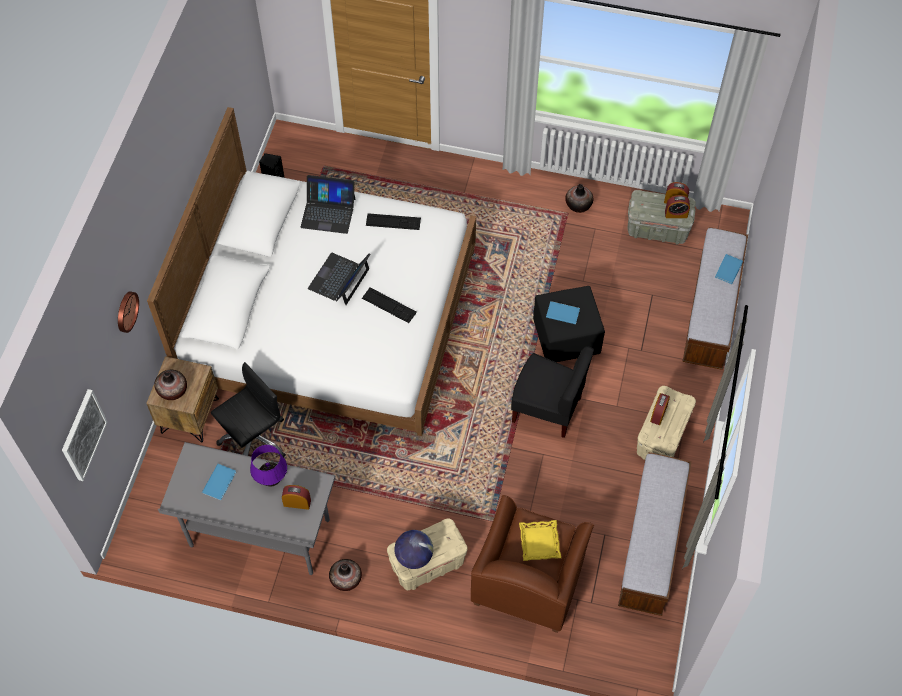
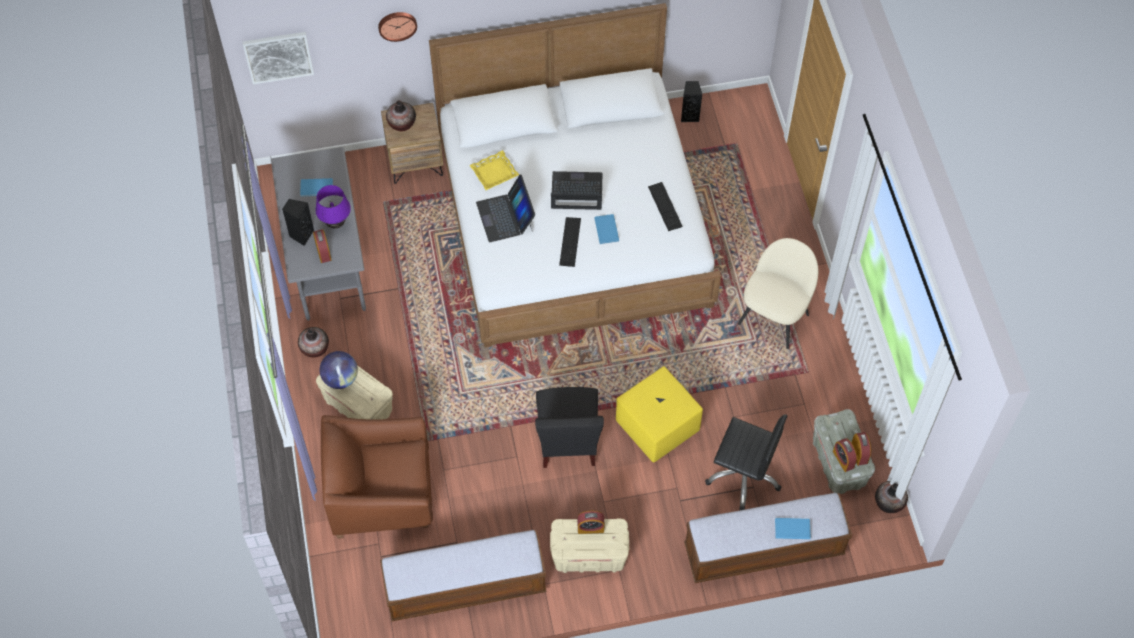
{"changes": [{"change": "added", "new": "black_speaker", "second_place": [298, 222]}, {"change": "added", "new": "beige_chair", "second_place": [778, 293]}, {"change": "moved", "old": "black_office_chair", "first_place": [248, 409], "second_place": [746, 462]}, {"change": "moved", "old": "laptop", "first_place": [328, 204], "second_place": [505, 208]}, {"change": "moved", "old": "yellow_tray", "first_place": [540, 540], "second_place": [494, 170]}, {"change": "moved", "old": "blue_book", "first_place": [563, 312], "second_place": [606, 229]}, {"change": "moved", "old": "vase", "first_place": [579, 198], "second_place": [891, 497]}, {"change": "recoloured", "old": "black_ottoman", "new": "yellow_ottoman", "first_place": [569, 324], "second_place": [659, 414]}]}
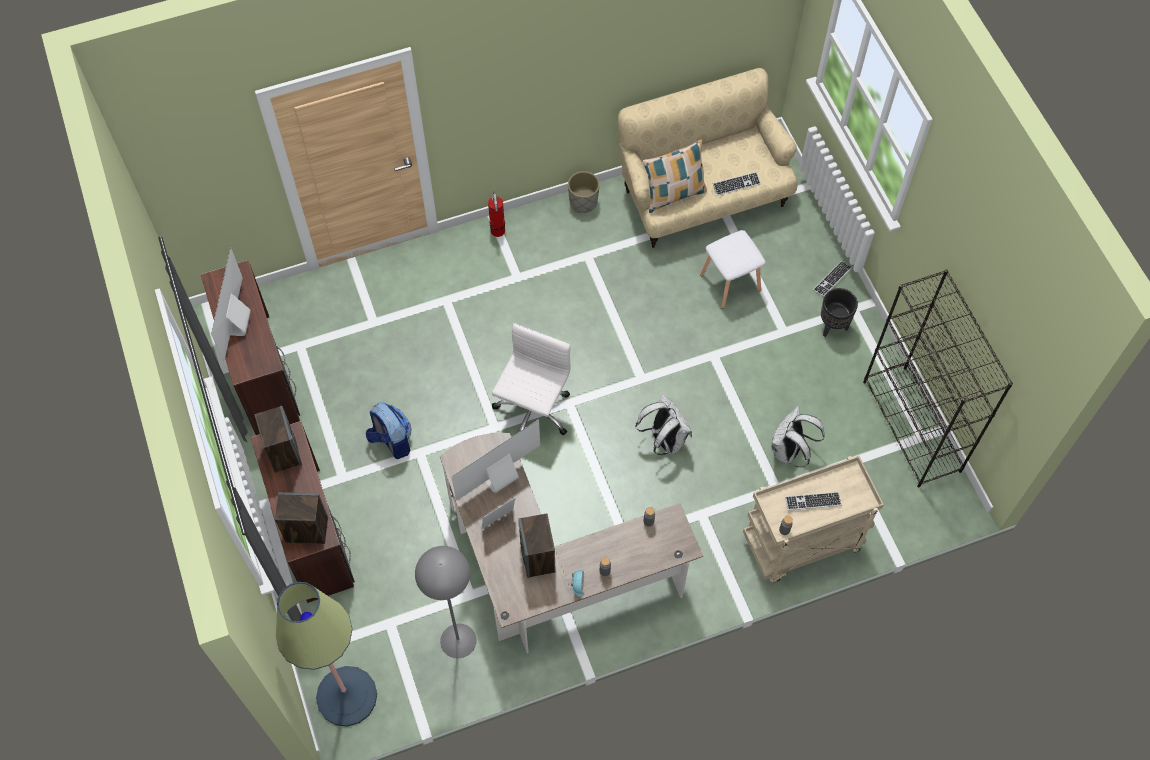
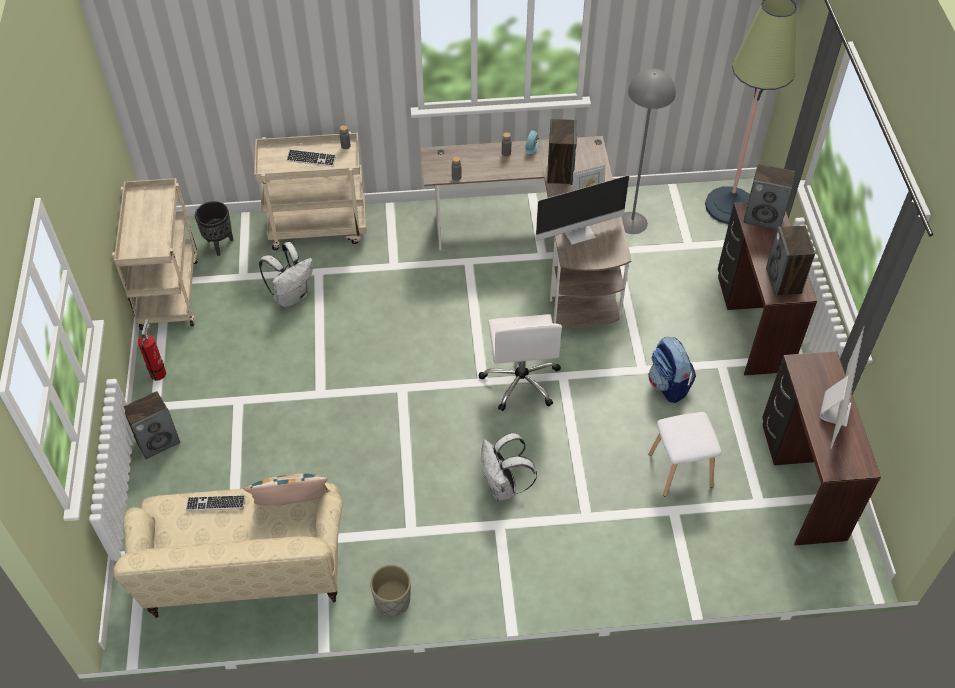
{"changes": [{"change": "moved", "old": "fire_extinguisher", "first_place": [496, 214], "second_place": [152, 350]}, {"change": "moved", "old": "white_backpack", "first_place": [663, 424], "second_place": [509, 467]}, {"change": "moved", "old": "white_stool", "first_place": [733, 269], "second_place": [685, 454]}, {"change": "moved", "old": "black_planter", "first_place": [839, 312], "second_place": [214, 228]}, {"change": "replaced", "old": "keyboard", "new": "speaker", "first_place": [832, 279], "second_place": [152, 425]}, {"change": "replaced", "old": "black_bookcase", "new": "beige_cart", "first_place": [938, 378], "second_place": [155, 254]}, {"change": "turned", "old": "white_office_chair", "first_place": [531, 379], "second_place": [520, 362], "degrees": -45}]}
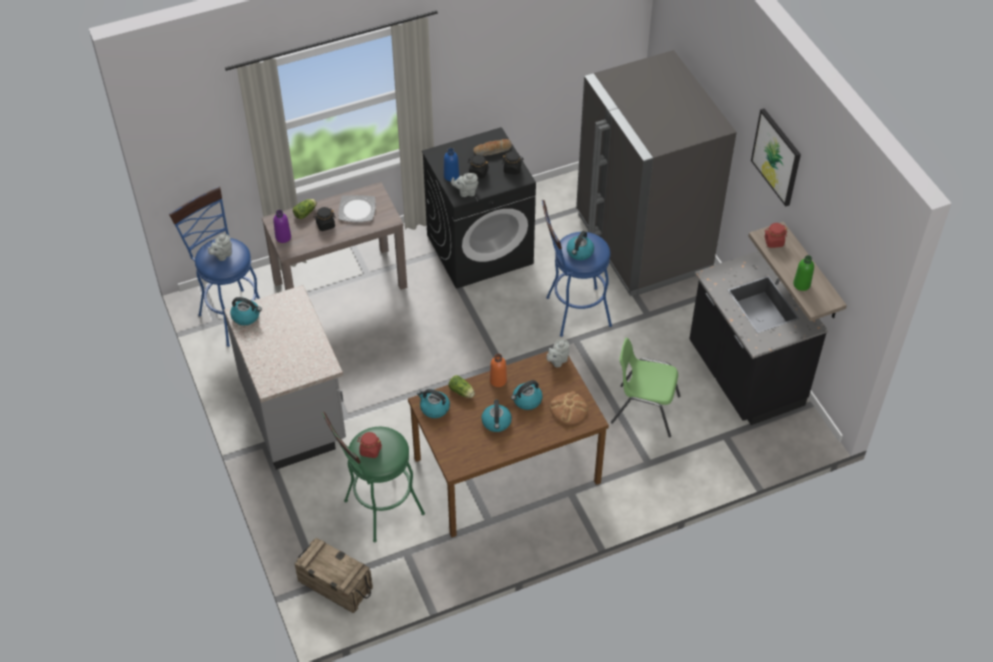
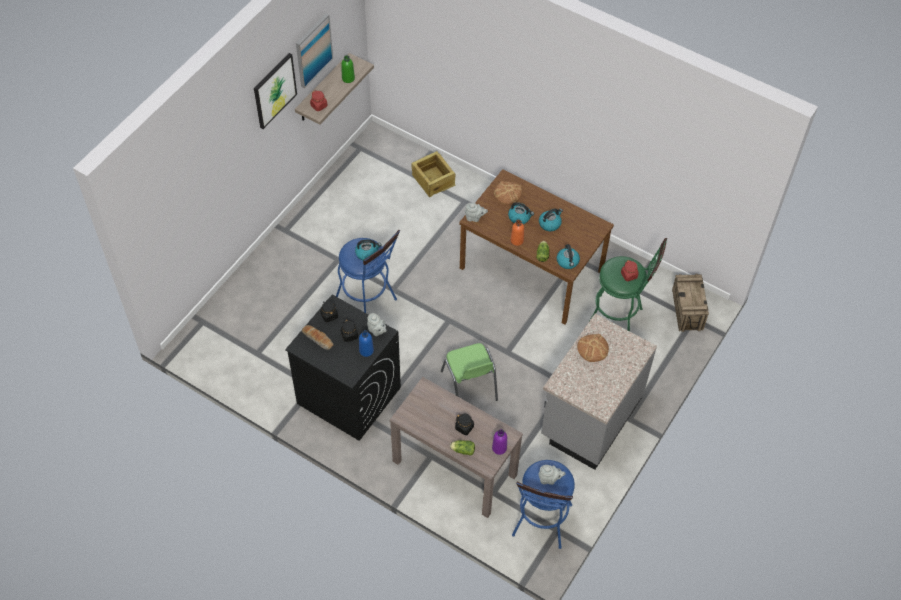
{"changes": [{"change": "removed", "old": "kettle", "first_place": [246, 311]}, {"change": "removed", "old": "plate", "first_place": [357, 208]}, {"change": "removed", "old": "grey_fridge", "first_place": [656, 173]}, {"change": "removed", "old": "black_counter", "first_place": [758, 338]}, {"change": "added", "new": "picture", "second_place": [314, 51]}, {"change": "added", "new": "crate", "second_place": [433, 174]}, {"change": "added", "new": "bread", "second_place": [593, 348]}, {"change": "moved", "old": "green_chair", "first_place": [646, 388], "second_place": [469, 372]}]}
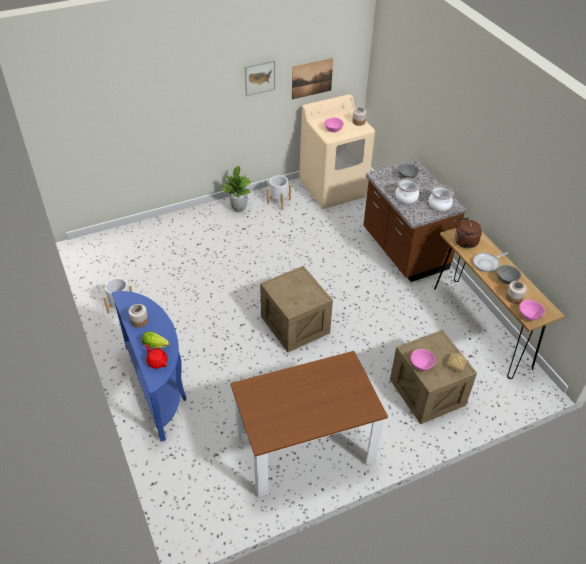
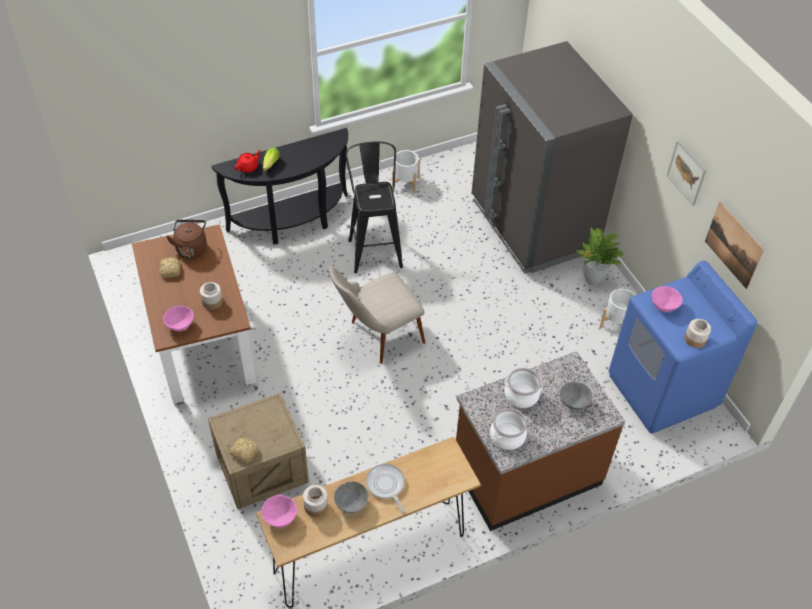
{"changes": [{"change": "added", "new": "bread", "second_place": [169, 267]}, {"change": "added", "new": "black_stool", "second_place": [374, 207]}, {"change": "added", "new": "grey_fridge", "second_place": [552, 157]}, {"change": "moved", "old": "jar", "first_place": [138, 316], "second_place": [211, 296]}, {"change": "moved", "old": "pink_bowl", "first_place": [423, 360], "second_place": [178, 318]}, {"change": "moved", "old": "brown_kettle", "first_place": [468, 233], "second_place": [186, 239]}, {"change": "replaced", "old": "crate", "new": "beige_chair", "first_place": [296, 309], "second_place": [377, 314]}, {"change": "recoloured", "old": "blue_console_table", "new": "black_console_table", "first_place": [148, 366], "second_place": [279, 186]}, {"change": "recoloured", "old": "beige_washing_machine", "new": "blue_washing_machine", "first_place": [337, 151], "second_place": [683, 347]}]}
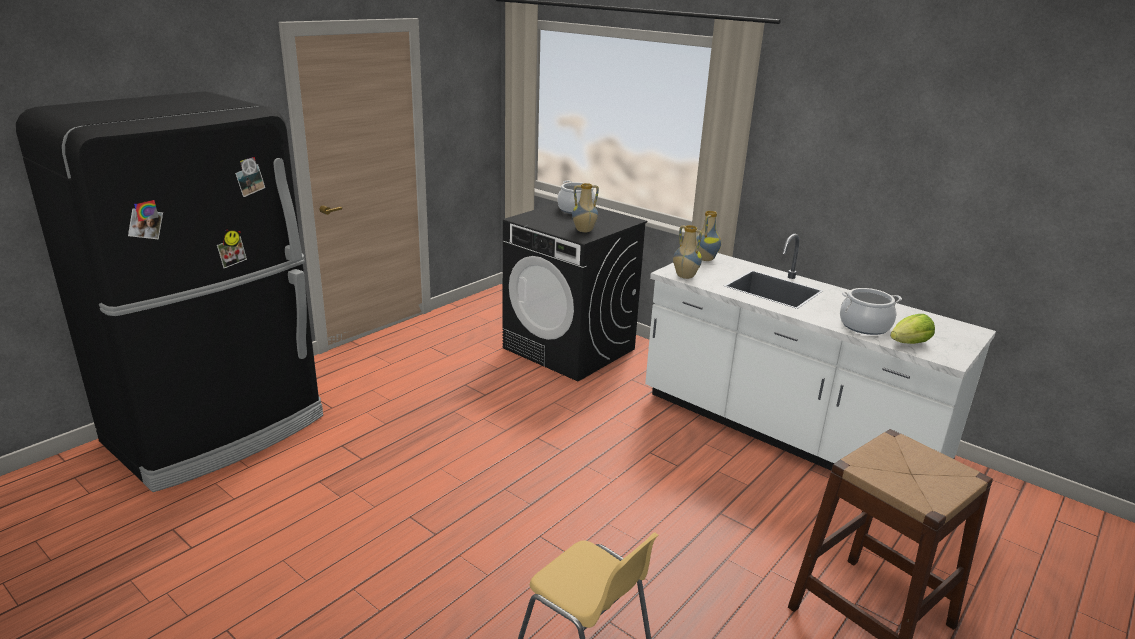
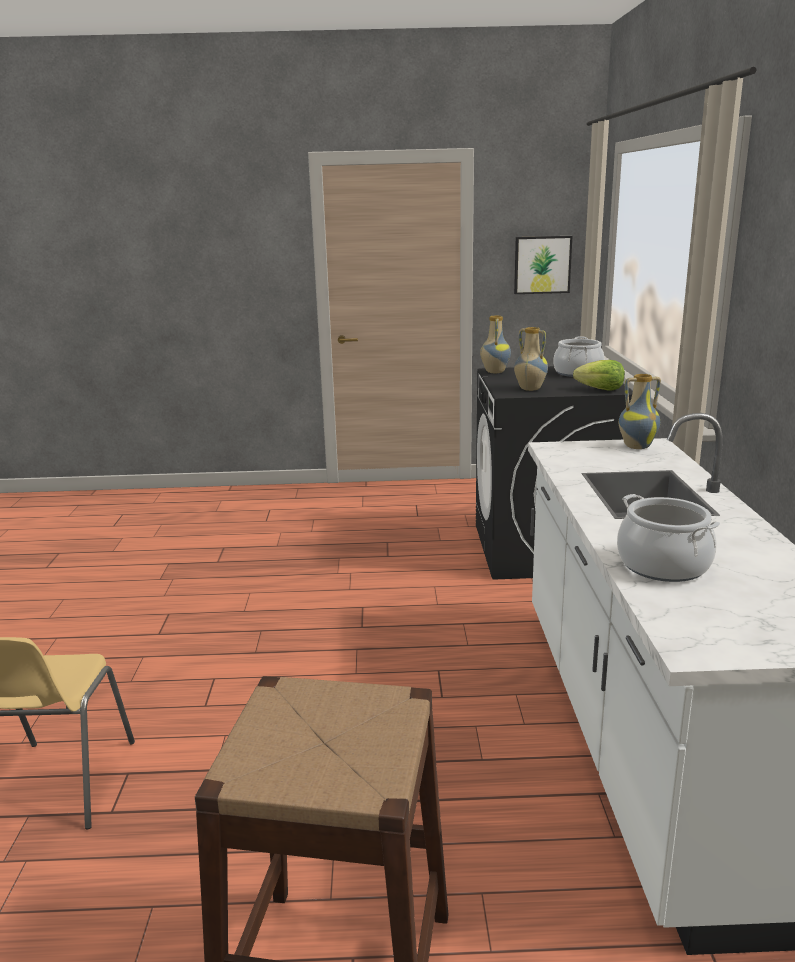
{"changes": [{"change": "removed", "old": "black_fridge", "first_place": [169, 291]}, {"change": "added", "new": "picture", "second_place": [543, 265]}, {"change": "moved", "old": "vase", "first_place": [687, 252], "second_place": [495, 344]}, {"change": "moved", "old": "lettuce", "first_place": [912, 329], "second_place": [599, 375]}]}
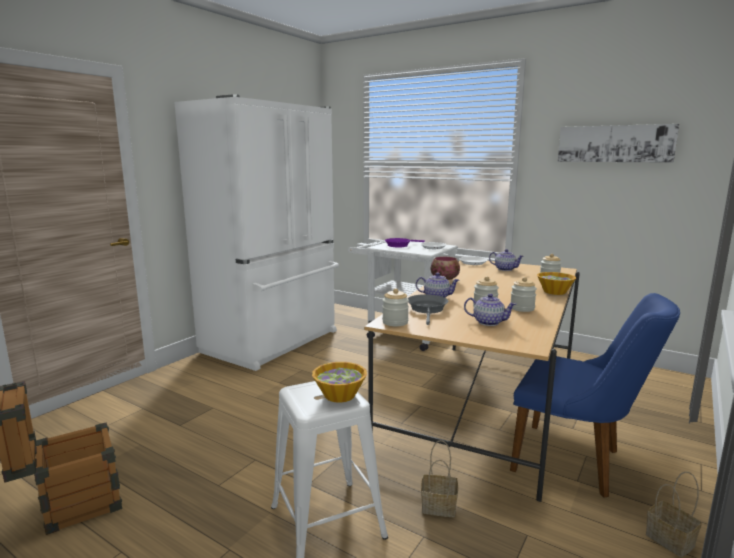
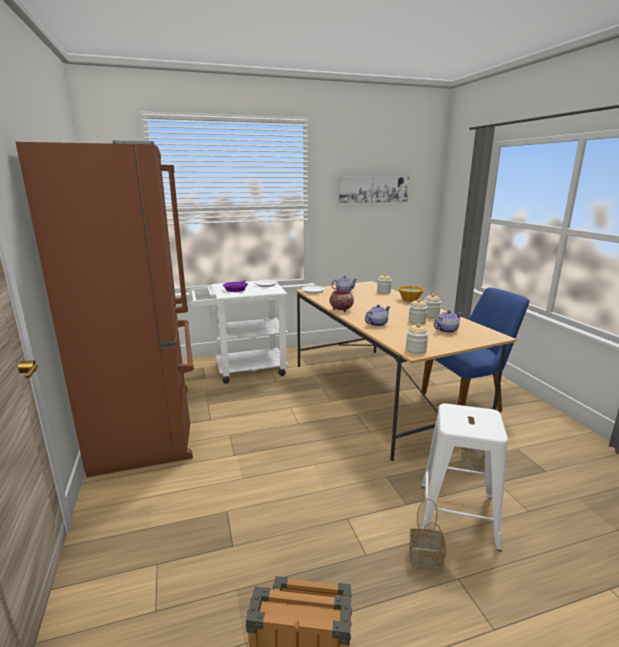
{"changes": [{"change": "removed", "old": "bowl", "first_place": [339, 382]}, {"change": "removed", "old": "grey_frying_pan", "first_place": [428, 309]}, {"change": "moved", "old": "basket", "first_place": [674, 514], "second_place": [427, 534]}, {"change": "recoloured", "old": "white_fridge", "new": "brown_fridge", "first_place": [256, 232], "second_place": [105, 309]}]}
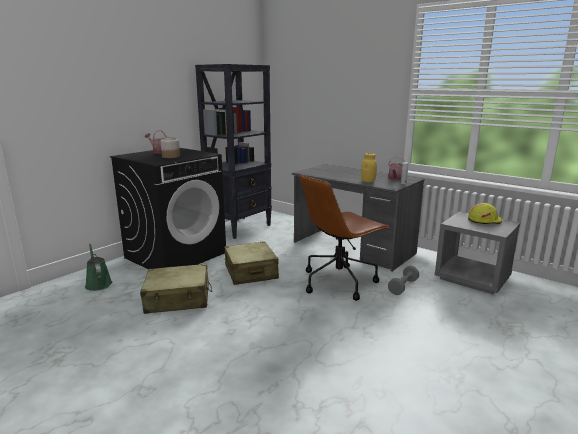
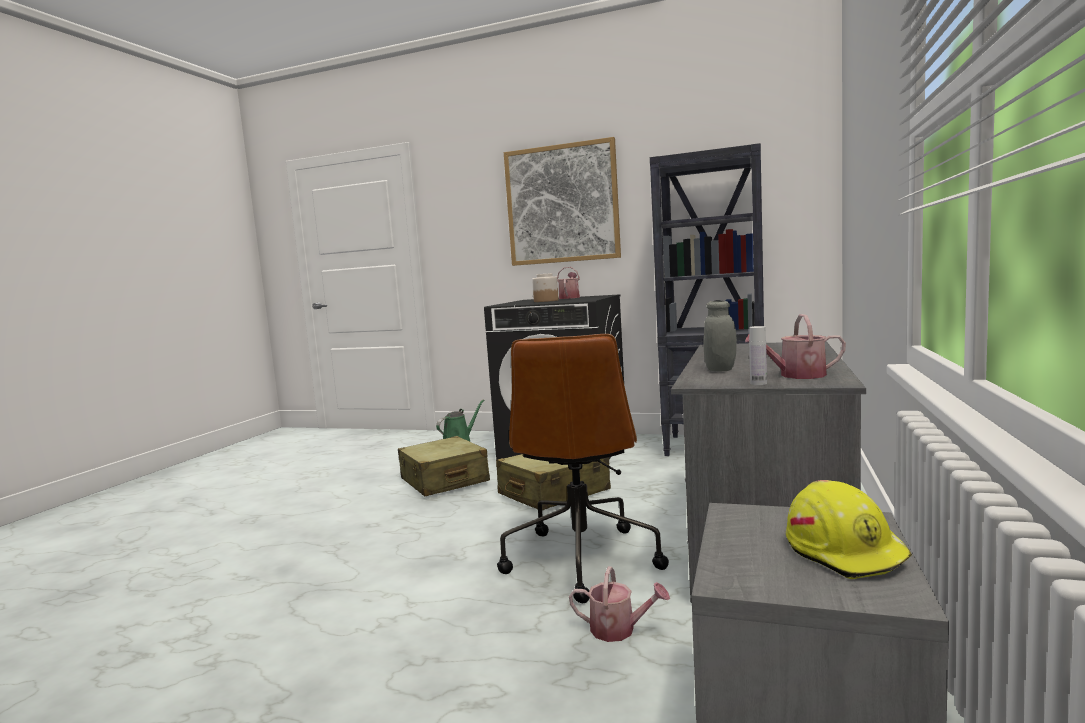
{"changes": [{"change": "added", "new": "picture", "second_place": [562, 201]}, {"change": "replaced", "old": "grey_dumbbell", "new": "watering_can", "first_place": [403, 280], "second_place": [619, 604]}, {"change": "recoloured", "old": "yellow_jar", "new": "grey_jar", "first_place": [369, 167], "second_place": [720, 336]}, {"change": "turned", "old": "brown_office_chair", "first_place": [345, 237], "second_place": [583, 468], "degrees": -120}]}
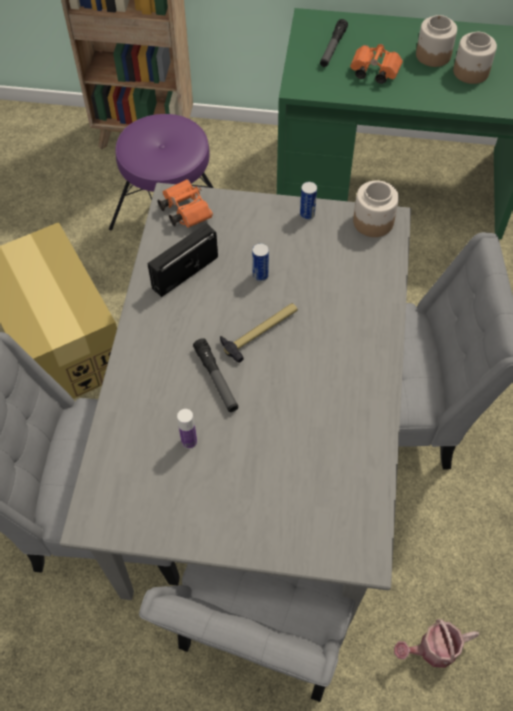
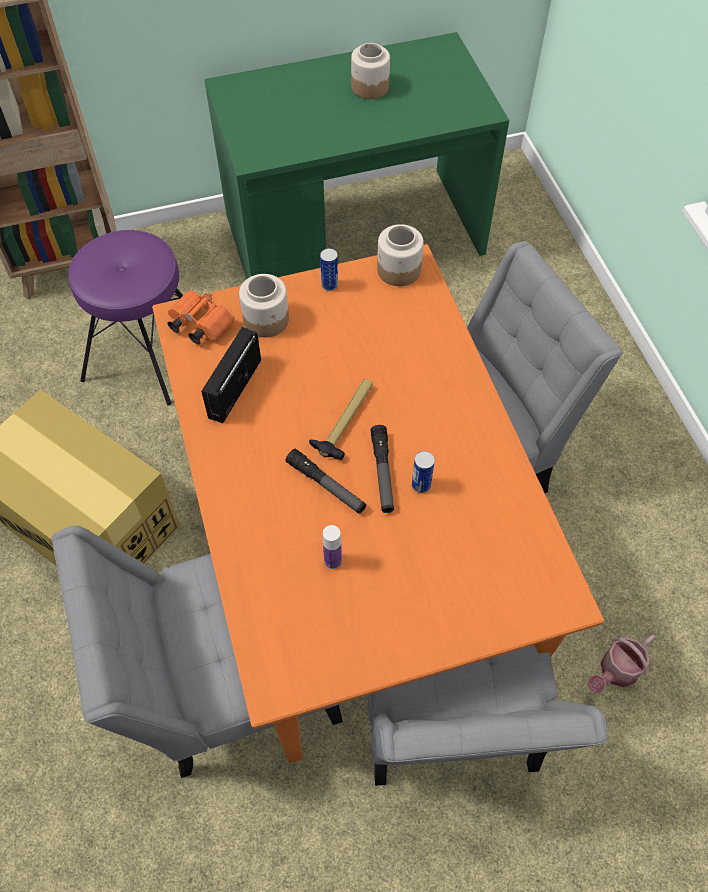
{"changes": [{"change": "removed", "old": "orange_binoculars", "first_place": [376, 64]}, {"change": "moved", "old": "can", "first_place": [260, 262], "second_place": [423, 472]}, {"change": "moved", "old": "flashlight", "first_place": [334, 43], "second_place": [382, 469]}, {"change": "moved", "old": "jar", "first_place": [475, 58], "second_place": [264, 305]}, {"change": "recoloured", "old": "grey_dining_table", "new": "orange_dining_table", "first_place": [235, 405], "second_place": [378, 503]}]}
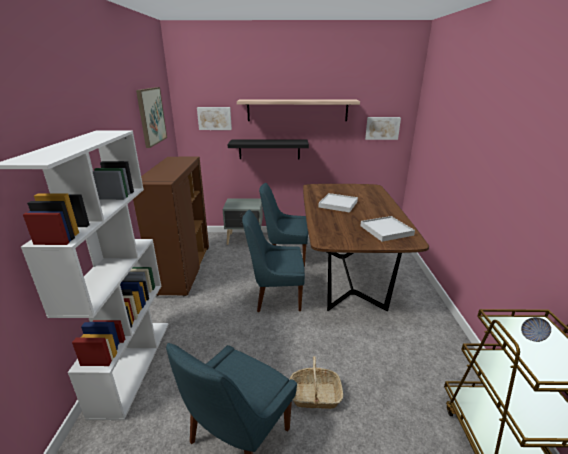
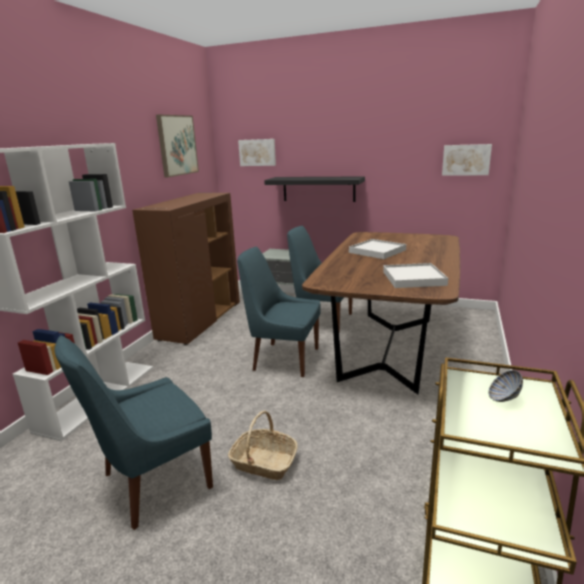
{"changes": [{"change": "removed", "old": "shelf", "first_place": [298, 110]}]}
